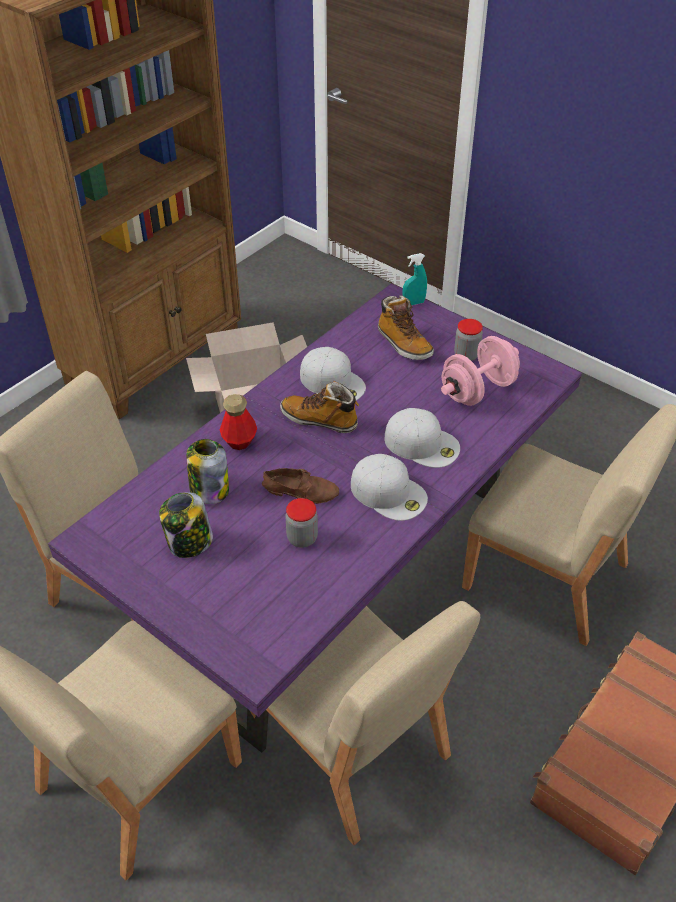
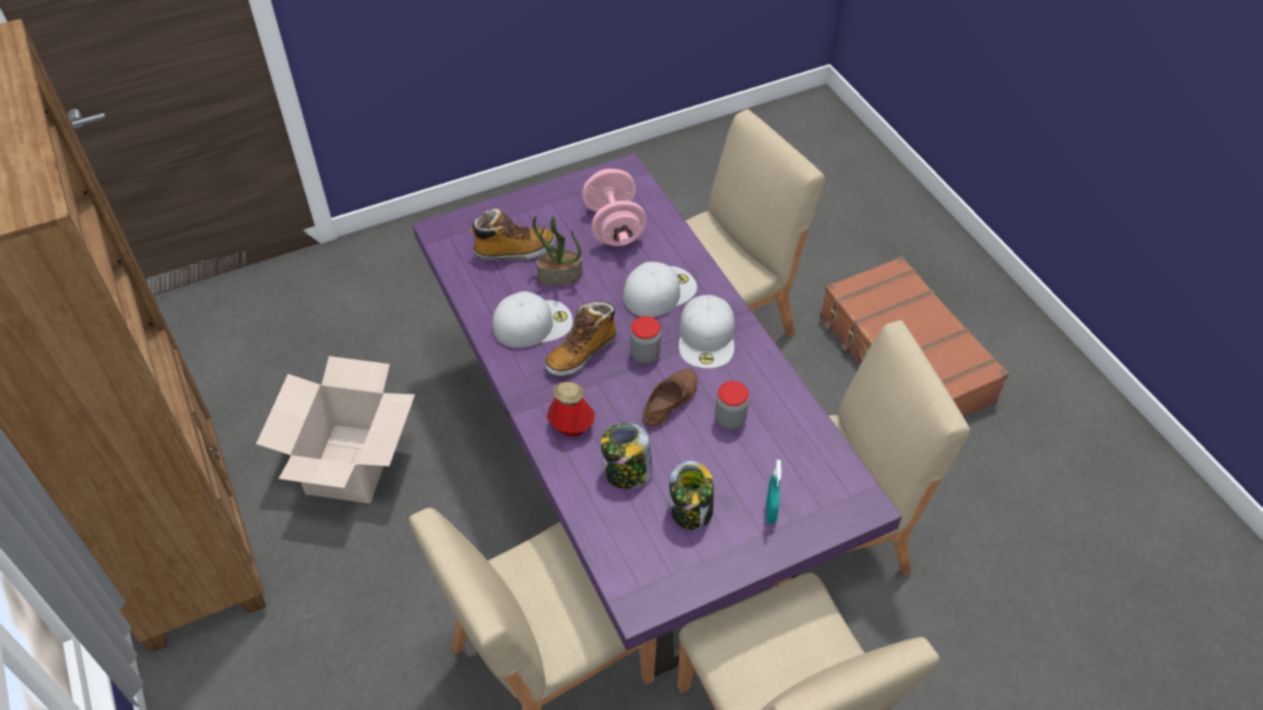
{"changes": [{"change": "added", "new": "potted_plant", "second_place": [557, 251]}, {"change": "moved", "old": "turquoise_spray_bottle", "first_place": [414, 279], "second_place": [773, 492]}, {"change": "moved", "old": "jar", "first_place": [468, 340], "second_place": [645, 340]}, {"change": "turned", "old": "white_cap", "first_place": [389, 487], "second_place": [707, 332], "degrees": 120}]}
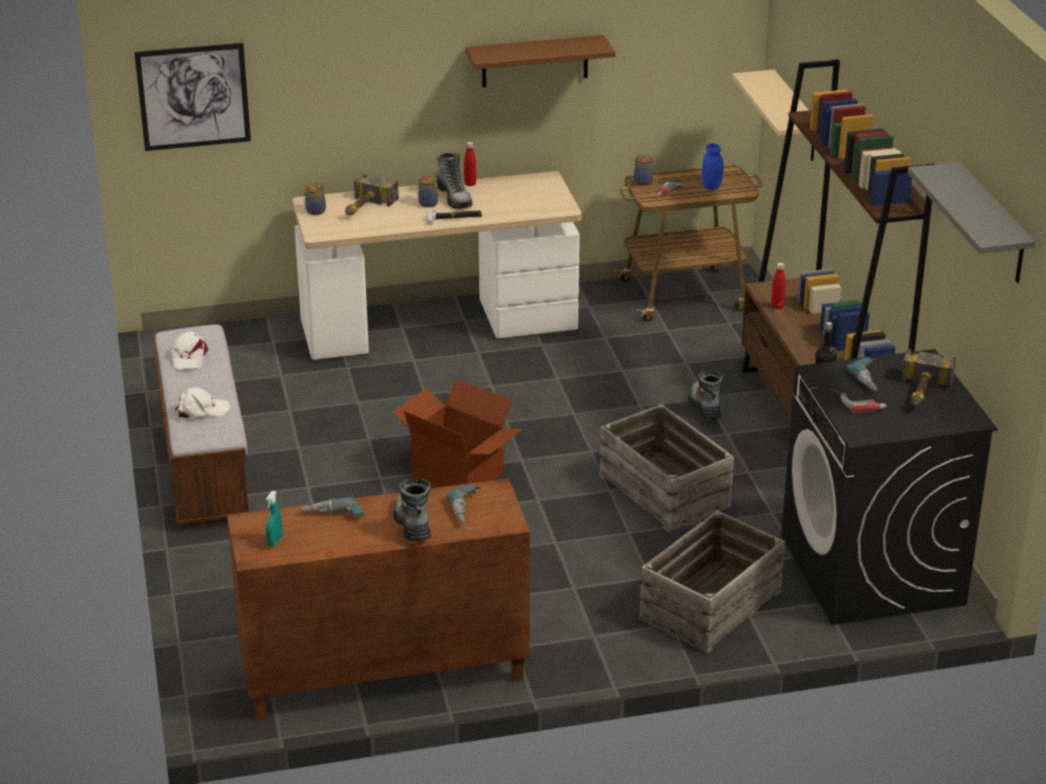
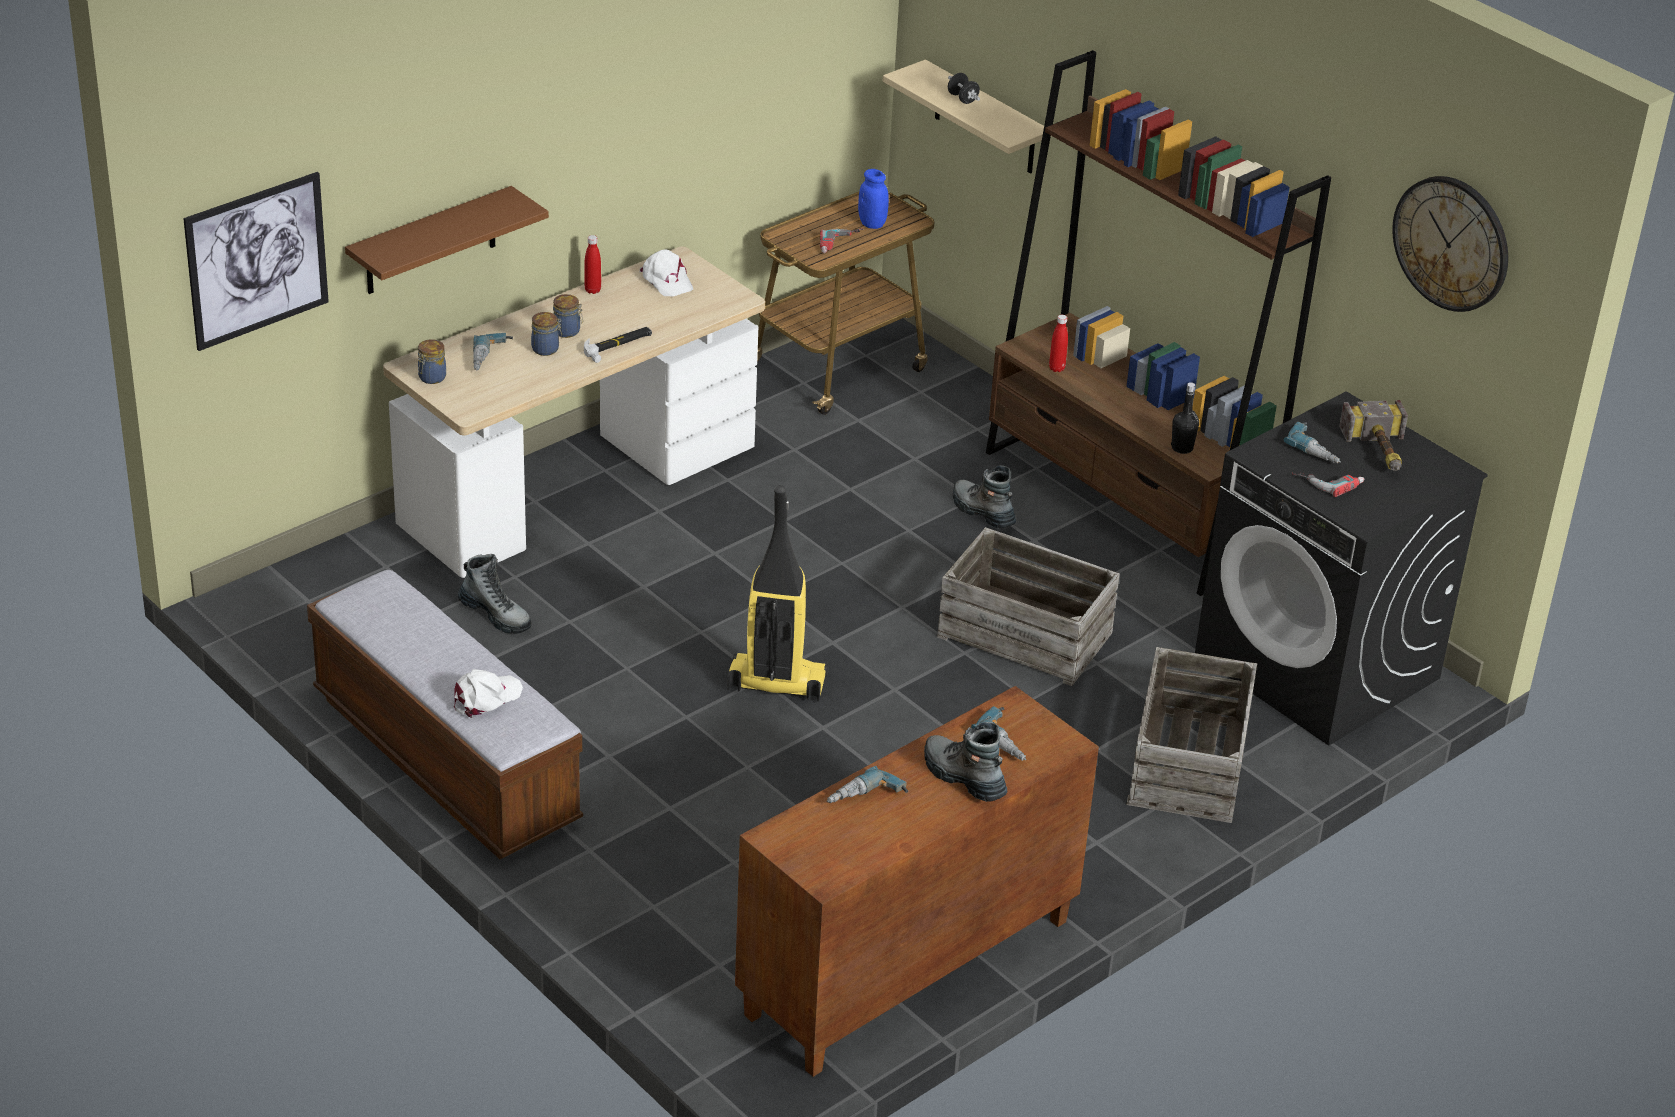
{"changes": [{"change": "removed", "old": "turquoise_spray_bottle", "first_place": [274, 519]}, {"change": "added", "new": "black_dumbbell", "second_place": [964, 88]}, {"change": "moved", "old": "white_cap", "first_place": [189, 350], "second_place": [666, 272]}, {"change": "moved", "old": "boot", "first_place": [455, 180], "second_place": [495, 594]}, {"change": "moved", "old": "brown_shelf", "first_place": [540, 61], "second_place": [447, 240]}, {"change": "moved", "old": "jar", "first_place": [645, 170], "second_place": [546, 334]}, {"change": "replaced", "old": "hammer", "new": "power_drill", "first_place": [372, 194], "second_place": [493, 351]}, {"change": "replaced", "old": "cardboard_box", "new": "vacuum_cleaner", "first_place": [457, 432], "second_place": [778, 593]}, {"change": "replaced", "old": "grey_shelf", "new": "wall_clock", "first_place": [971, 222], "second_place": [1450, 244]}]}
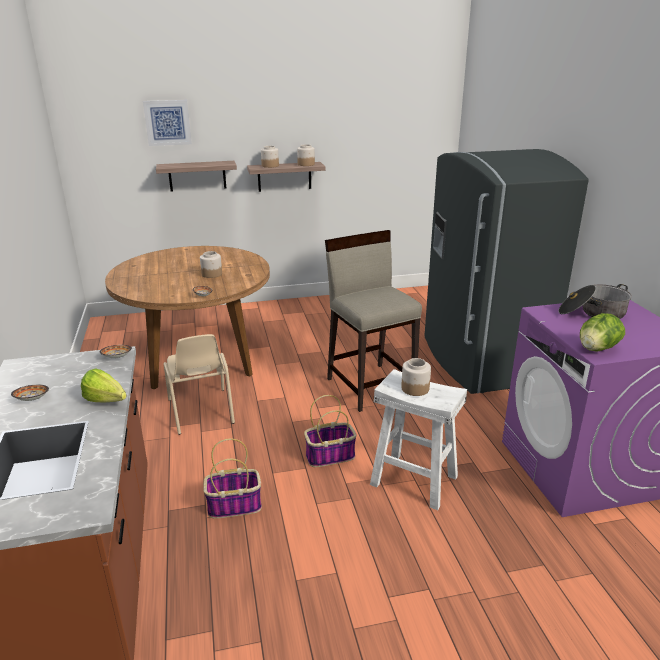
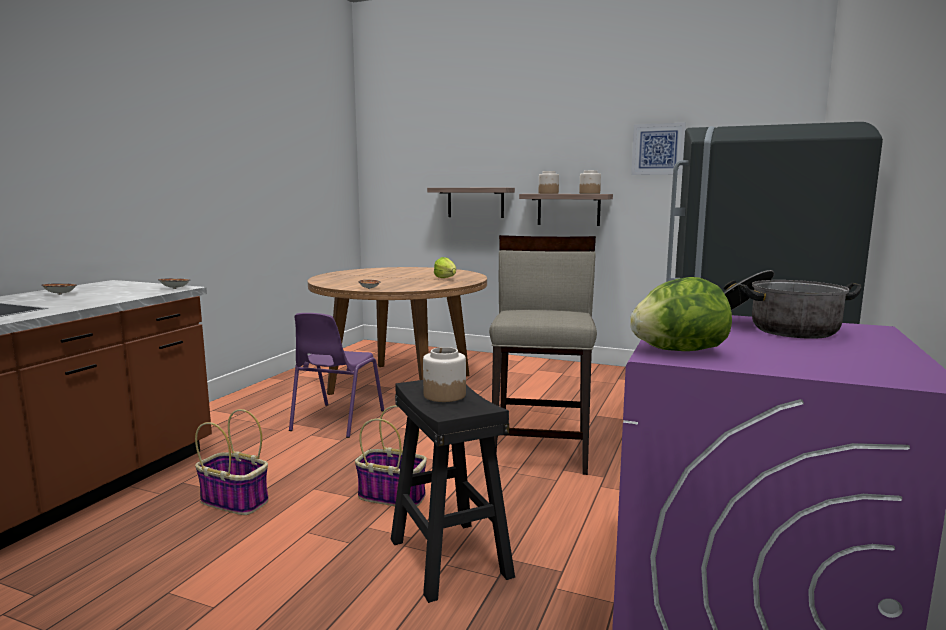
{"changes": [{"change": "removed", "old": "jar", "first_place": [211, 264]}, {"change": "moved", "old": "lettuce", "first_place": [103, 385], "second_place": [445, 267]}, {"change": "moved", "old": "picture", "first_place": [167, 123], "second_place": [658, 149]}, {"change": "recoloured", "old": "beige_chair", "new": "purple_chair", "first_place": [199, 384], "second_place": [336, 375]}, {"change": "recoloured", "old": "white_stool", "new": "black_stool", "first_place": [418, 439], "second_place": [453, 491]}]}
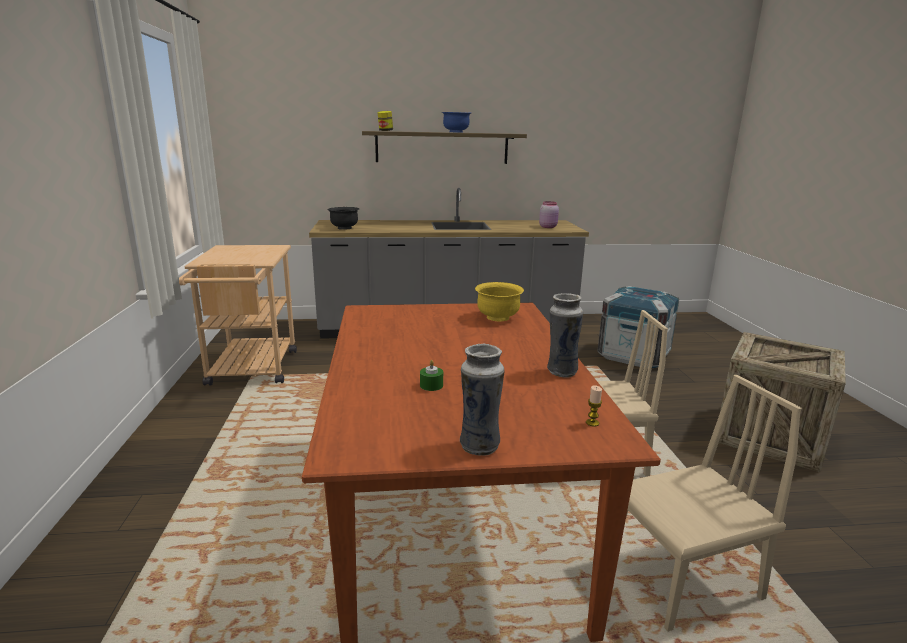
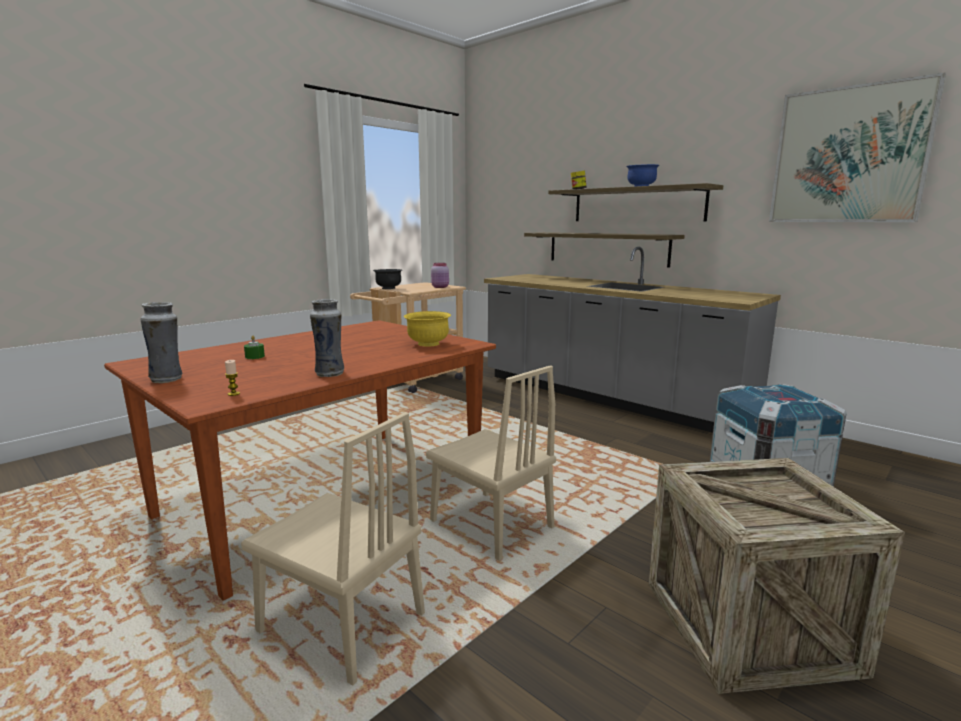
{"changes": [{"change": "added", "new": "shelf", "second_place": [604, 250]}, {"change": "added", "new": "picture", "second_place": [857, 147]}, {"change": "moved", "old": "black_bowl", "first_place": [343, 218], "second_place": [387, 279]}, {"change": "moved", "old": "pink_jar", "first_place": [549, 214], "second_place": [440, 275]}]}
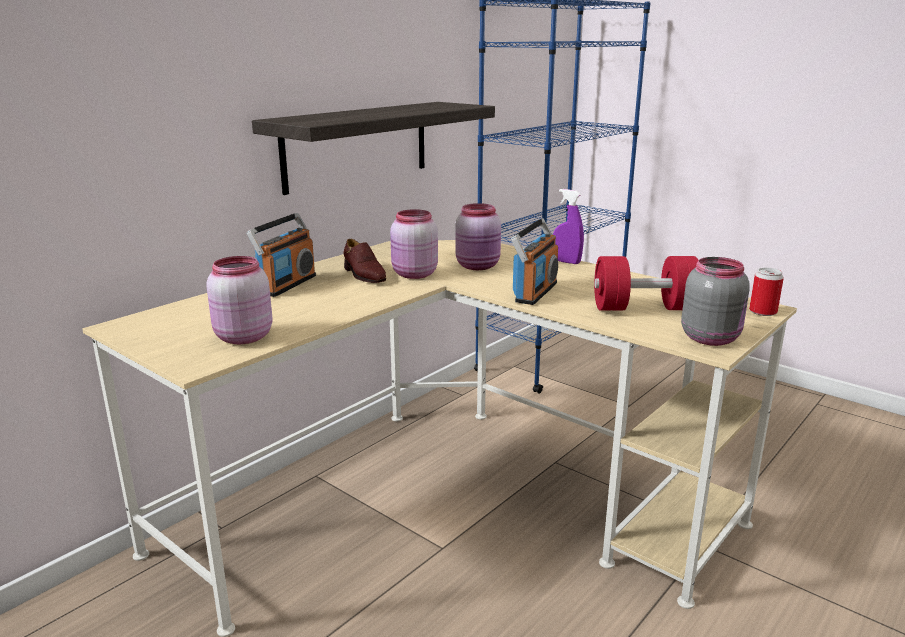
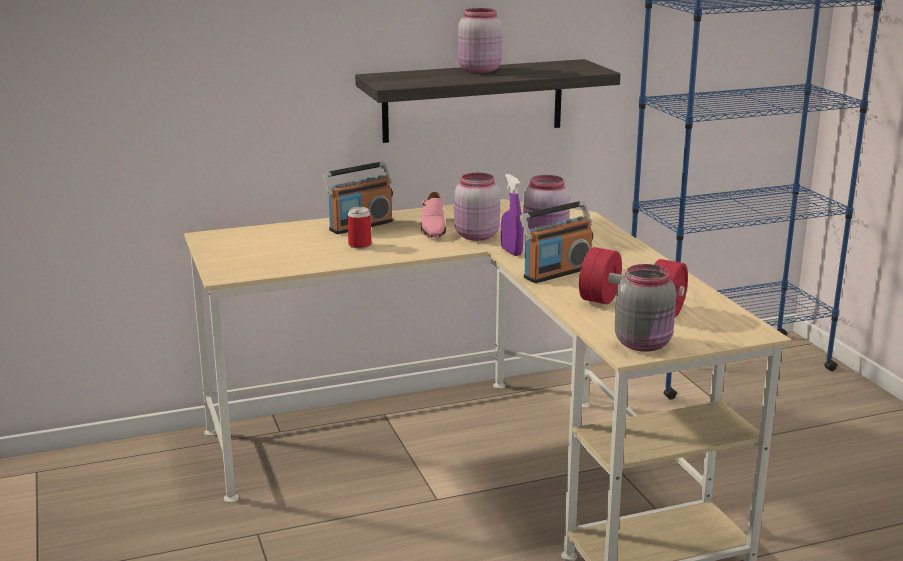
{"changes": [{"change": "moved", "old": "pink_jar", "first_place": [239, 300], "second_place": [480, 40]}, {"change": "moved", "old": "purple_spray_bottle", "first_place": [568, 226], "second_place": [512, 215]}, {"change": "moved", "old": "can", "first_place": [766, 292], "second_place": [359, 228]}, {"change": "recoloured", "old": "brown_shoe", "new": "pink_shoe", "first_place": [365, 261], "second_place": [433, 215]}]}
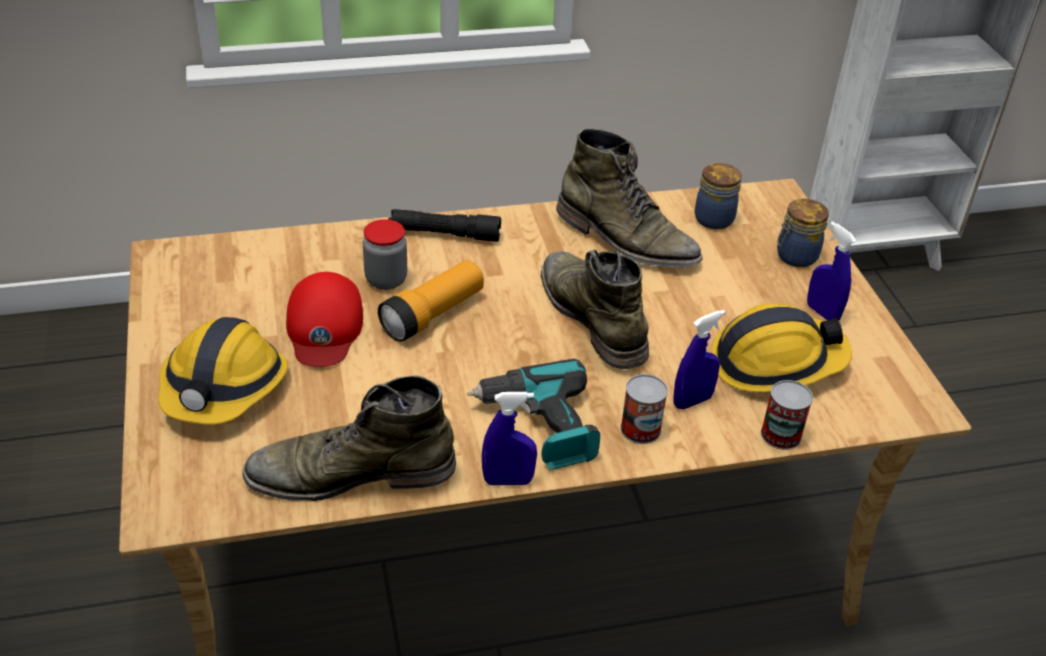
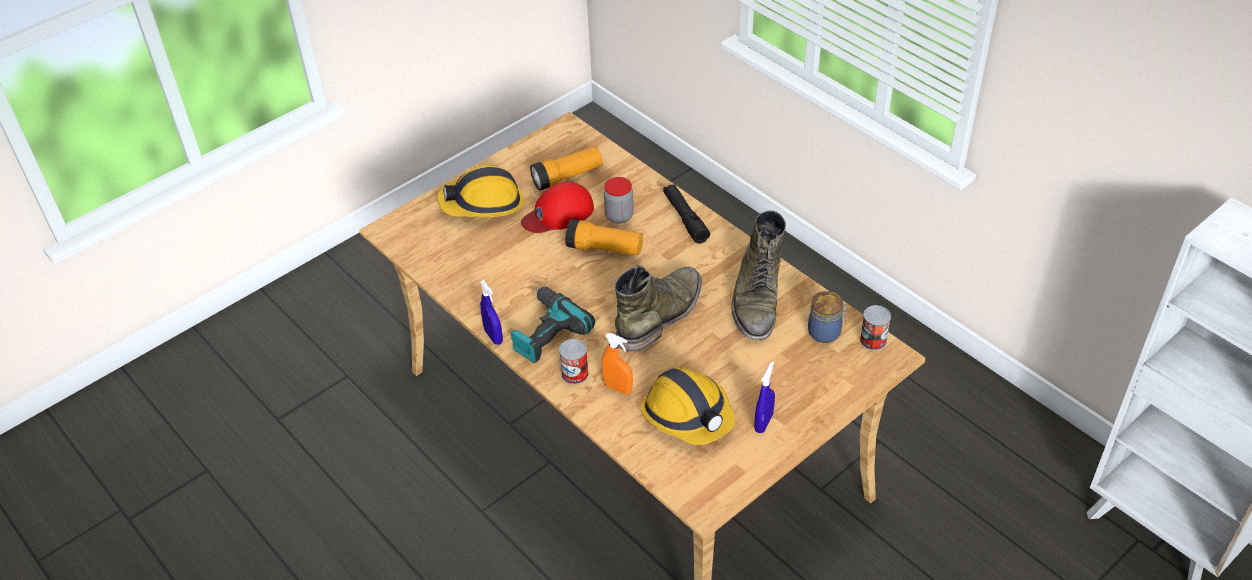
{"changes": [{"change": "removed", "old": "green_boot", "first_place": [349, 438]}, {"change": "removed", "old": "jar", "first_place": [803, 233]}, {"change": "added", "new": "flashlight", "second_place": [566, 168]}, {"change": "moved", "old": "can", "first_place": [787, 415], "second_place": [875, 327]}, {"change": "recoloured", "old": "blue_spray_bottle", "new": "orange_spray_bottle", "first_place": [699, 359], "second_place": [617, 363]}]}
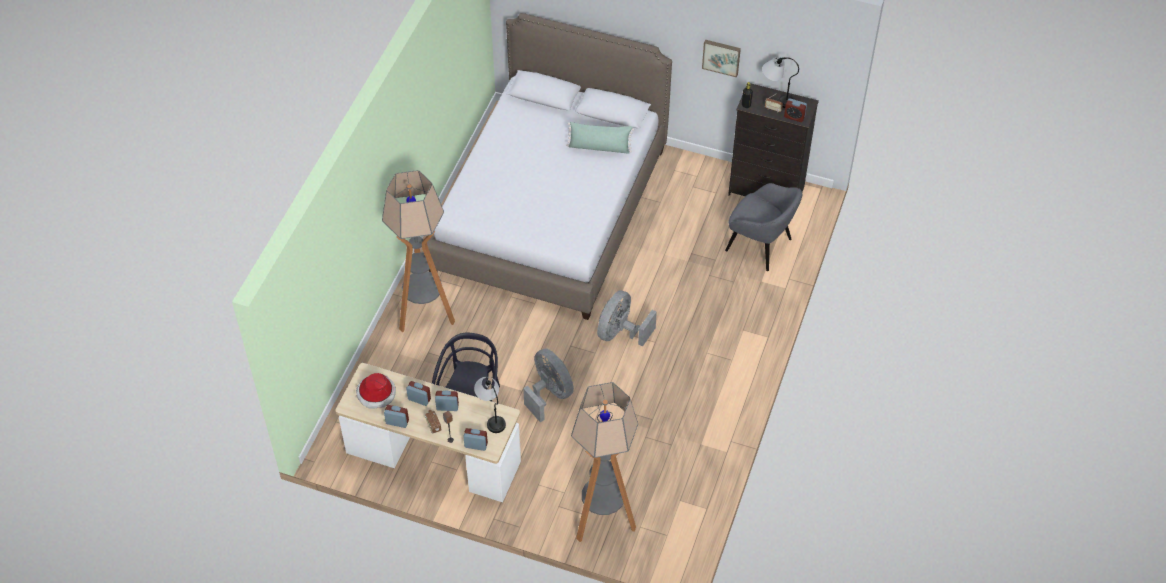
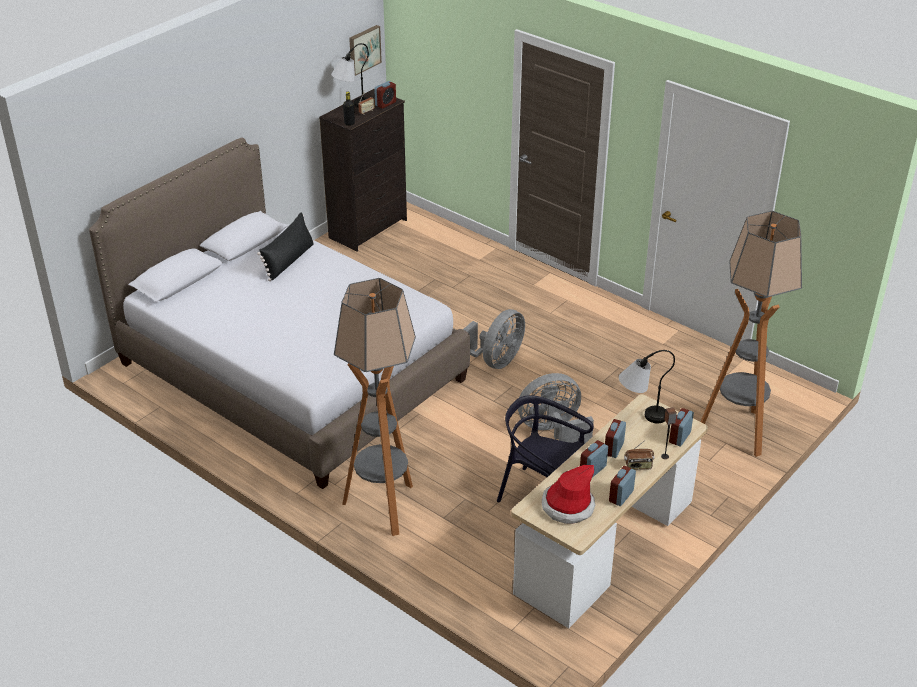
{"changes": [{"change": "removed", "old": "grey_armchair", "first_place": [763, 227]}, {"change": "moved", "old": "picture", "first_place": [721, 58], "second_place": [365, 50]}, {"change": "recoloured", "old": "green_pillow", "new": "black_pillow", "first_place": [600, 138], "second_place": [285, 247]}, {"change": "turned", "old": "grey_fan", "first_place": [627, 318], "second_place": [494, 339], "degrees": -105}]}
